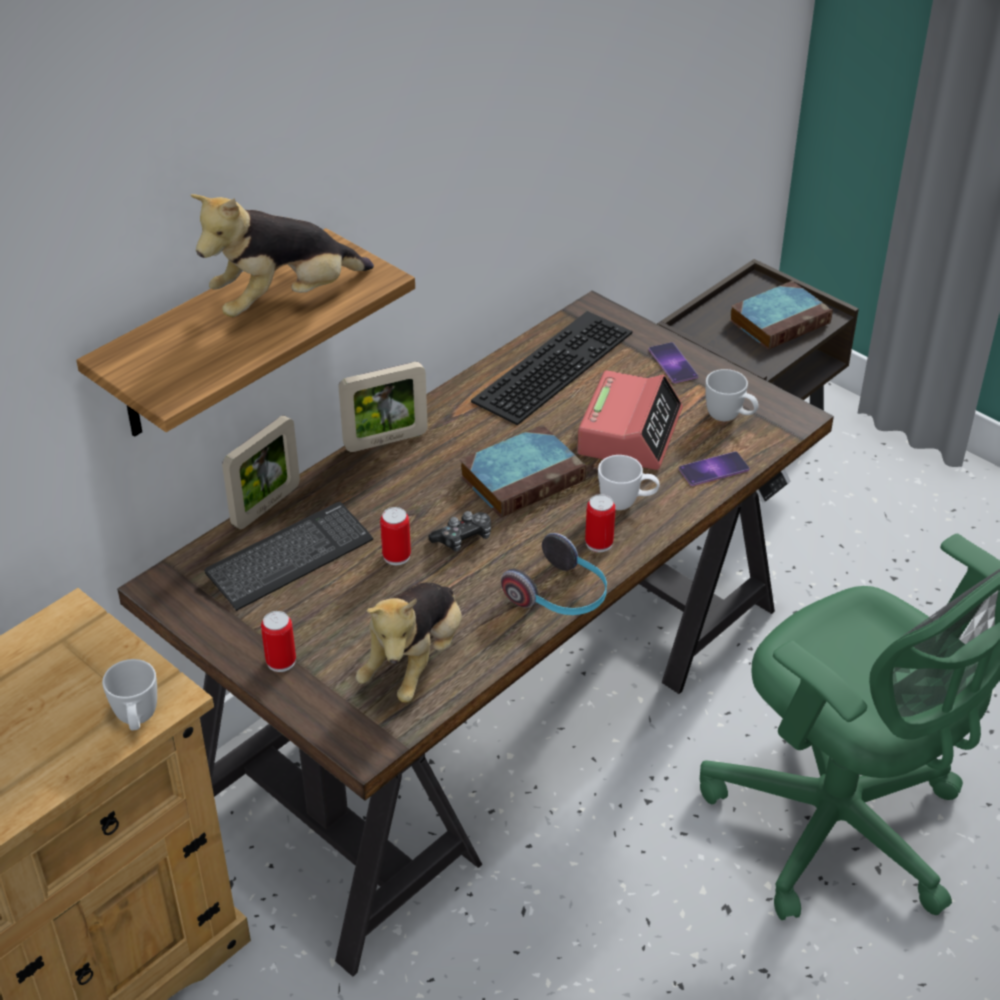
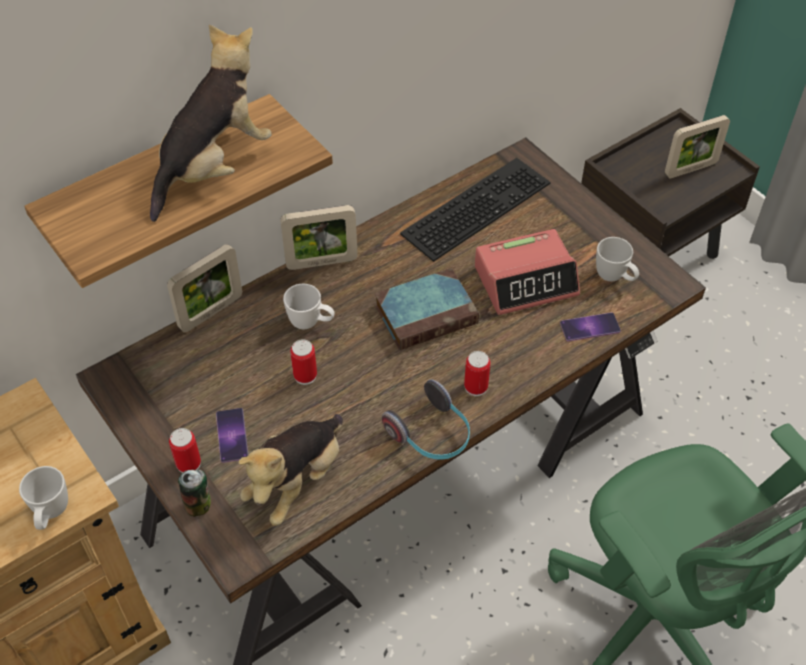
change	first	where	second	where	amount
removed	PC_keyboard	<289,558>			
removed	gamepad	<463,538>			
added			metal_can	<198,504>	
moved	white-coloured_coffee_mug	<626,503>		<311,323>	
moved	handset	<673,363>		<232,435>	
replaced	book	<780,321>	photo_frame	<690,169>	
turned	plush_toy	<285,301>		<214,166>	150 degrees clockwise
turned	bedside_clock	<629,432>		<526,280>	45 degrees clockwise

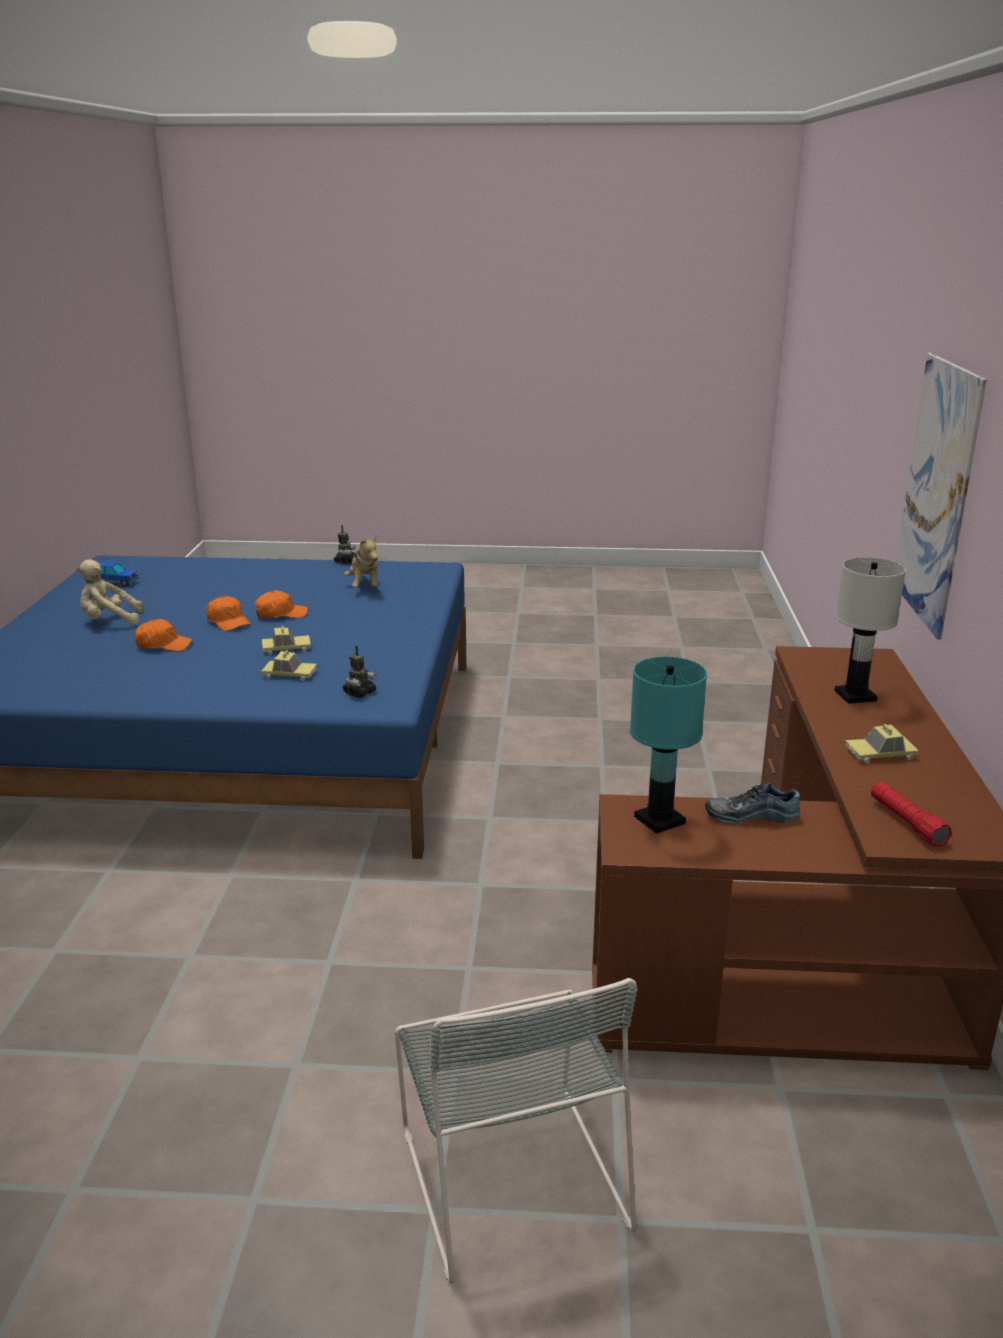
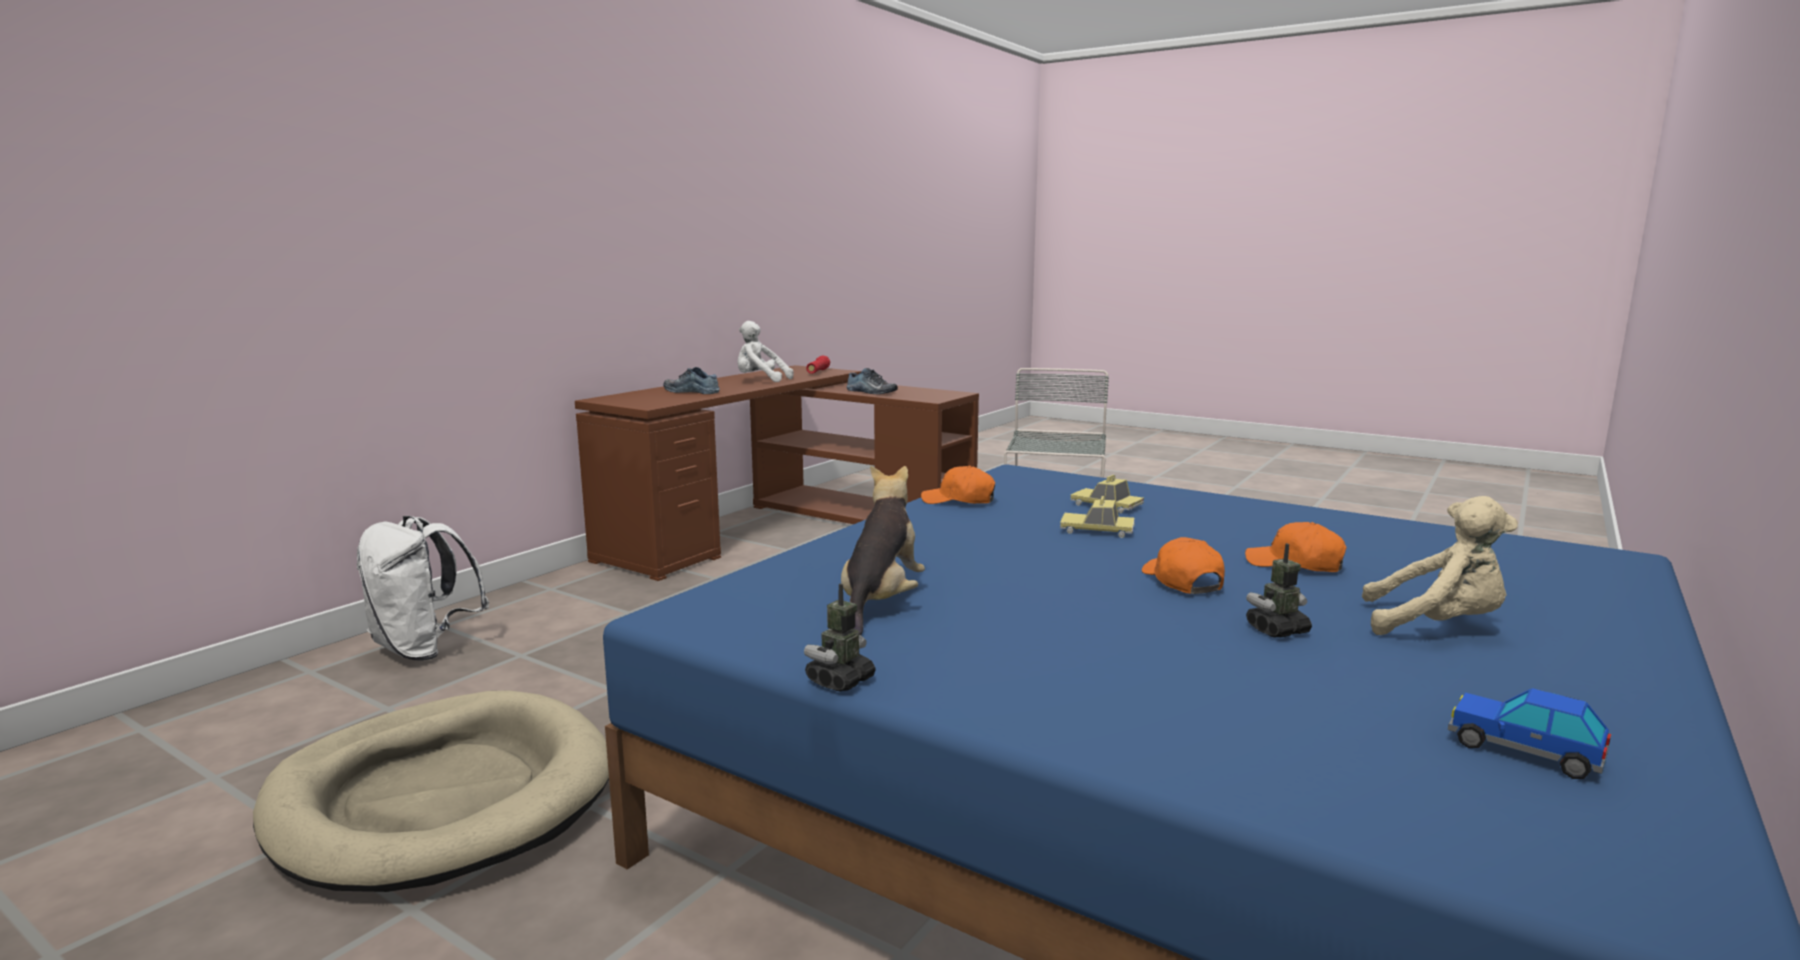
change	first	where	second	where	amount
removed	turquoise_table_lamp	<659,819>			
removed	wall_art	<936,492>			
added			beige-coloured_dog_bed	<442,798>	
added			white-coloured_backpack	<424,649>	
moved	orange-coloured_baseball_cap	<281,614>		<959,500>	
moved	robot_figure	<359,693>		<1277,630>	
replaced	white-coloured_table_lamp	<854,696>	item_of_footwear	<692,391>	
replaced	model_car	<880,754>	white-coloured_plush_toy	<760,381>	

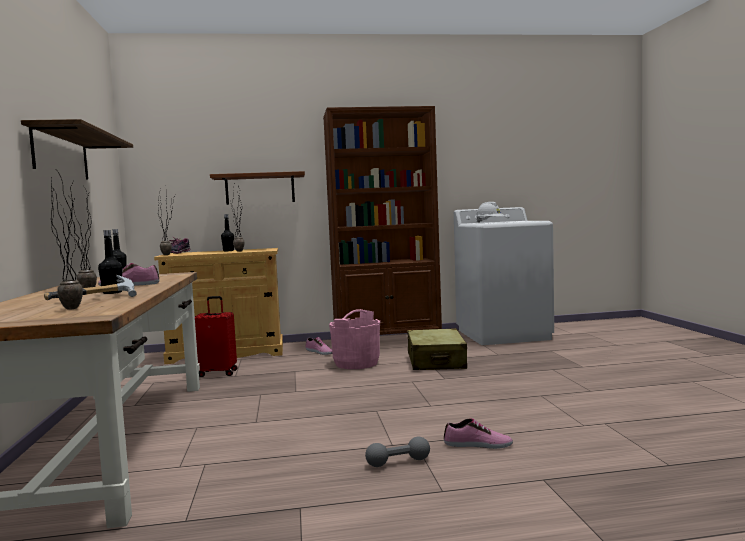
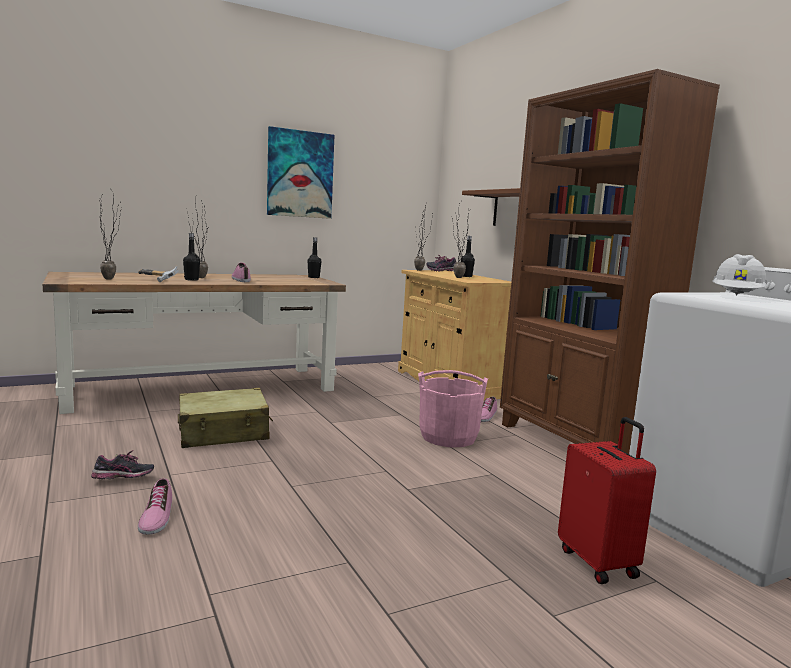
change	first	where	second	where	amount
moved	red_piece_of_luggage	<217,373>		<599,562>	
moved	beige-coloured_piece_of_luggage	<436,361>		<224,432>	
replaced	wall_shelf	<61,154>	wall_art	<300,174>	
replaced	grey_dumbbell	<398,462>	item_of_footwear	<123,480>	

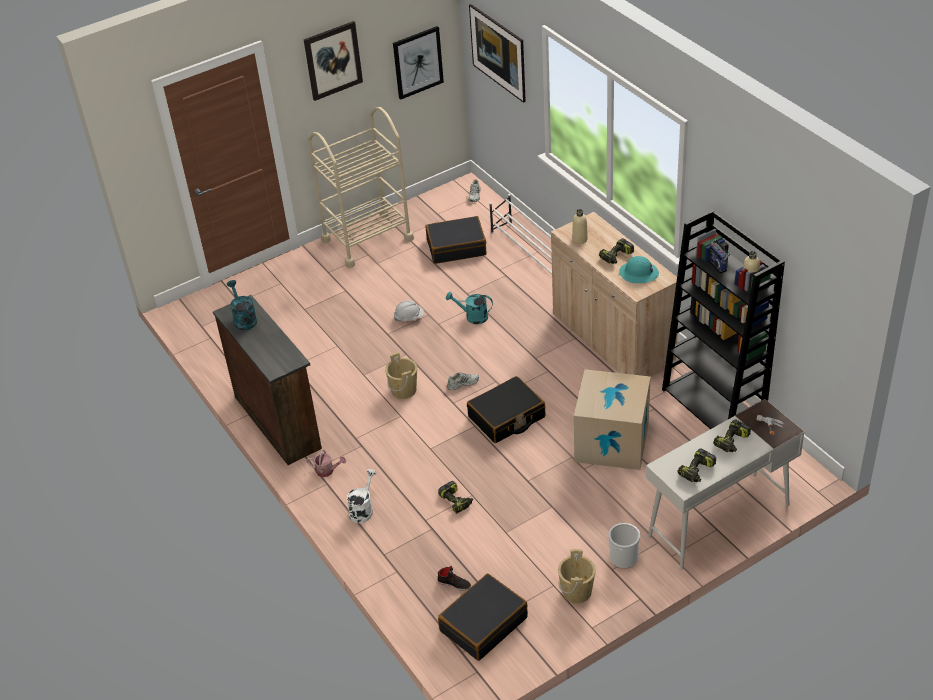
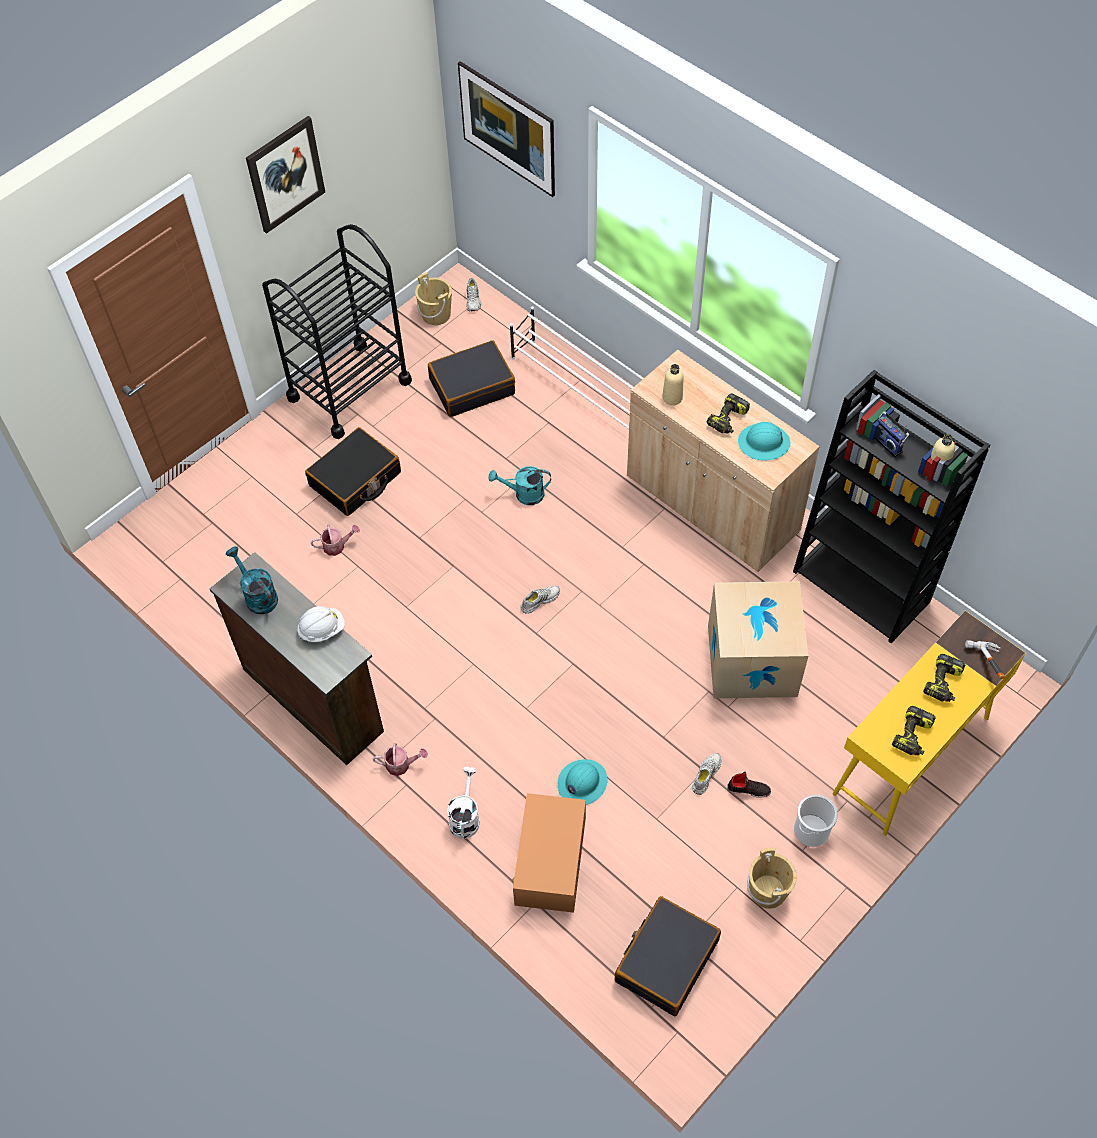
change	first	where	second	where	amount
removed	wall_art	<417,62>			
added			watering_pot	<337,546>	
added			packing_box	<550,861>	
added			white-coloured_item_of_footwear	<705,774>	
moved	beige-coloured_bucket	<404,390>		<436,314>	
moved	white-coloured_work_helmet	<409,317>		<322,629>	
moved	black-coloured_item_of_footwear	<454,583>		<748,789>	
moved	black-coloured_piece_of_luggage	<506,417>		<355,480>	
replaced	electric_drill	<456,501>	turquoise_work_helmet	<582,783>	
recoloured	beige-coloured_cart	<367,239>	black-coloured_cart	<349,389>	
recoloured	white-coloured_desk_unit	<718,521>	yellowish_desk_unit	<911,756>	

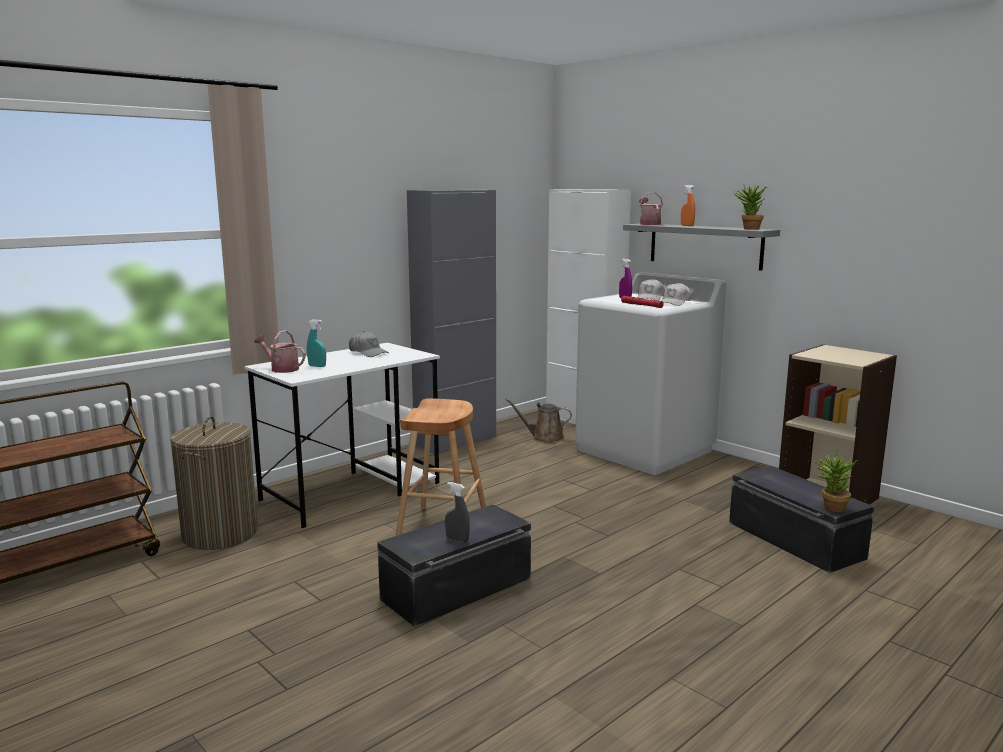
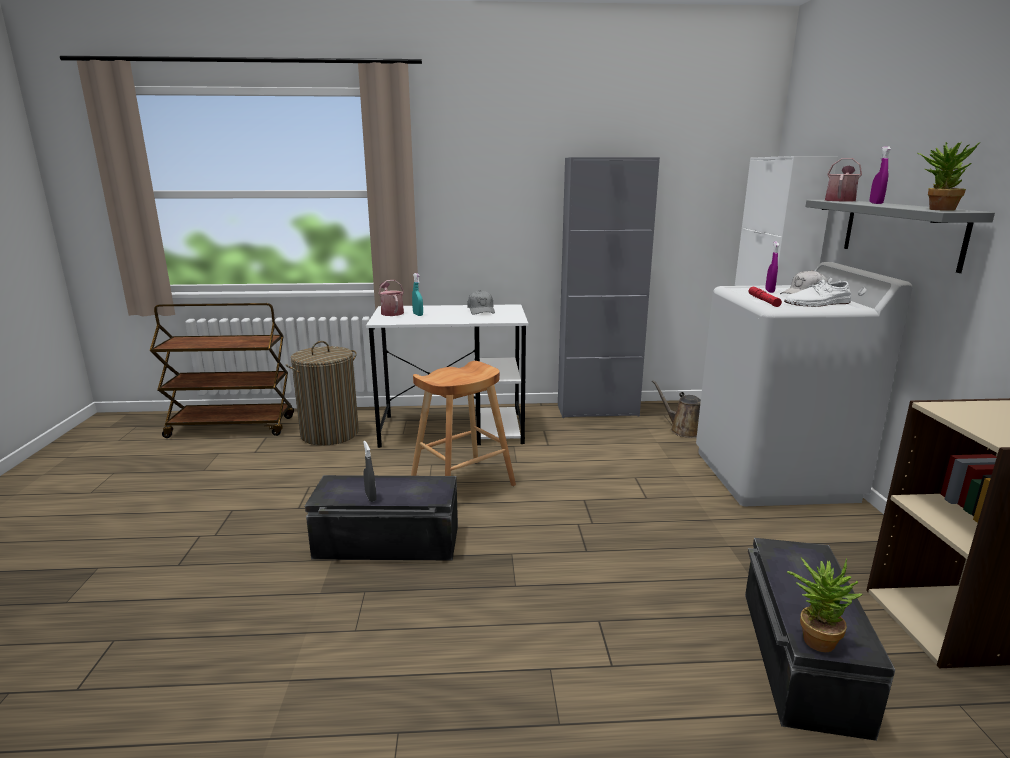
change	first	where	second	where	amount
replaced	white-coloured_baseball_cap	<674,303>	white-coloured_item_of_footwear	<817,304>	
recoloured	orange-coloured_spray_bottle	<687,226>	purplish_spray_bottle	<875,203>	

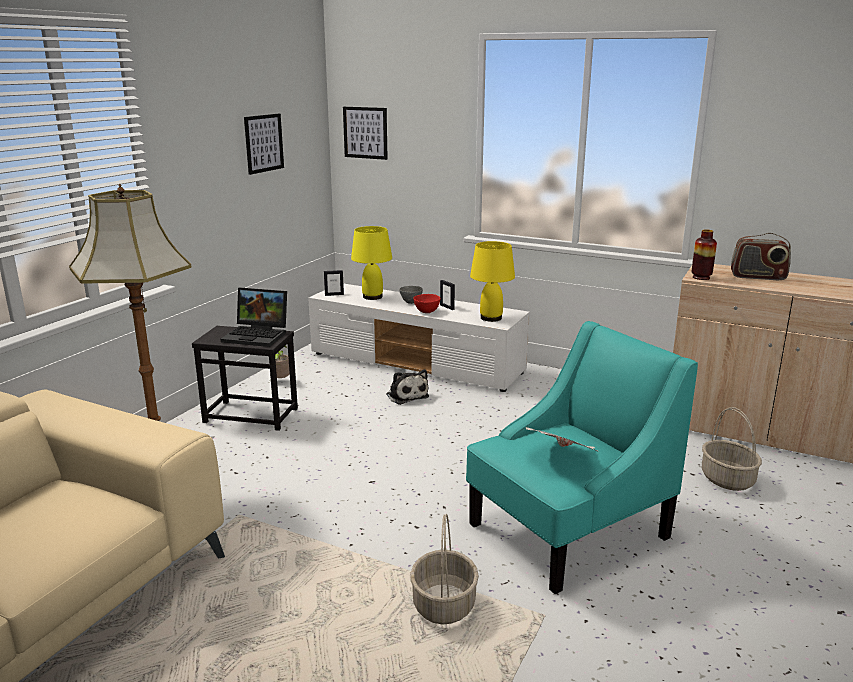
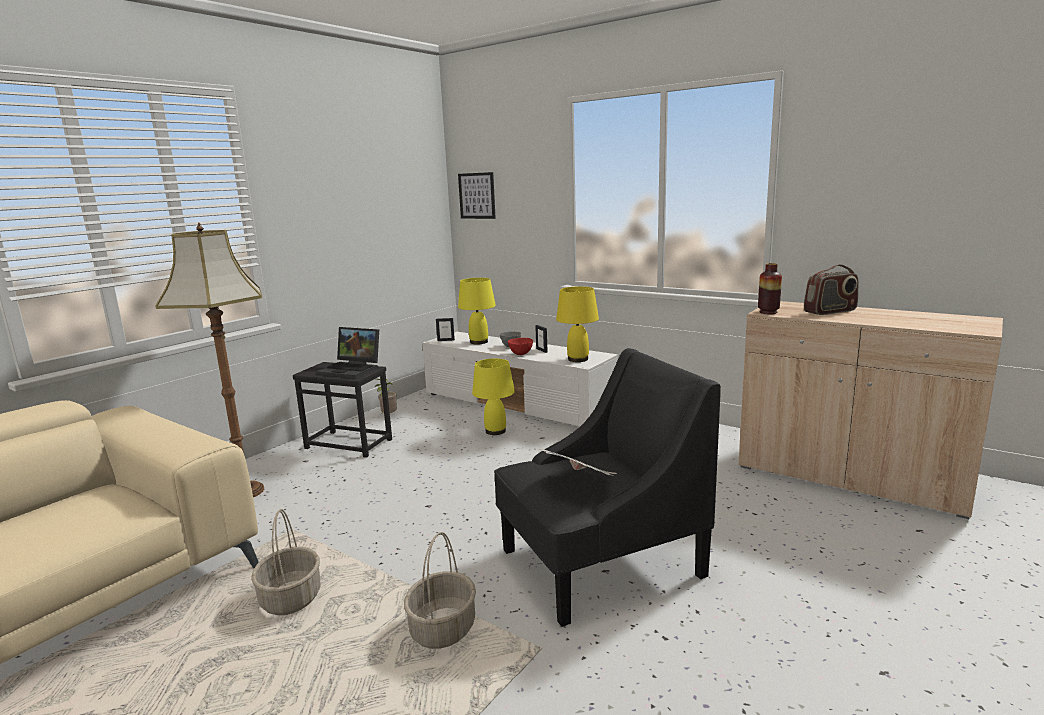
change	first	where	second	where	amount
removed	wall_art	<264,143>			
moved	household_basket	<728,479>		<291,598>	
replaced	plush_toy	<406,395>	yellowish_table_lamp	<495,431>	
recoloured	turquoise_lounge_chair	<568,531>	black-coloured_lounge_chair	<601,563>	
turned	radio	<758,277>		<830,311>	45 degrees counterclockwise

